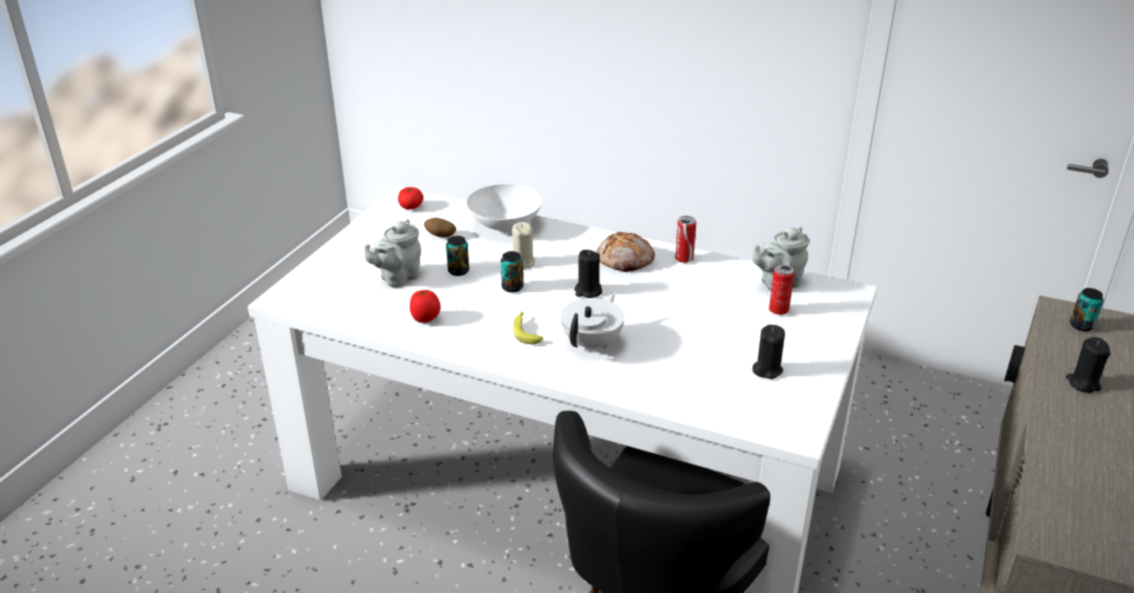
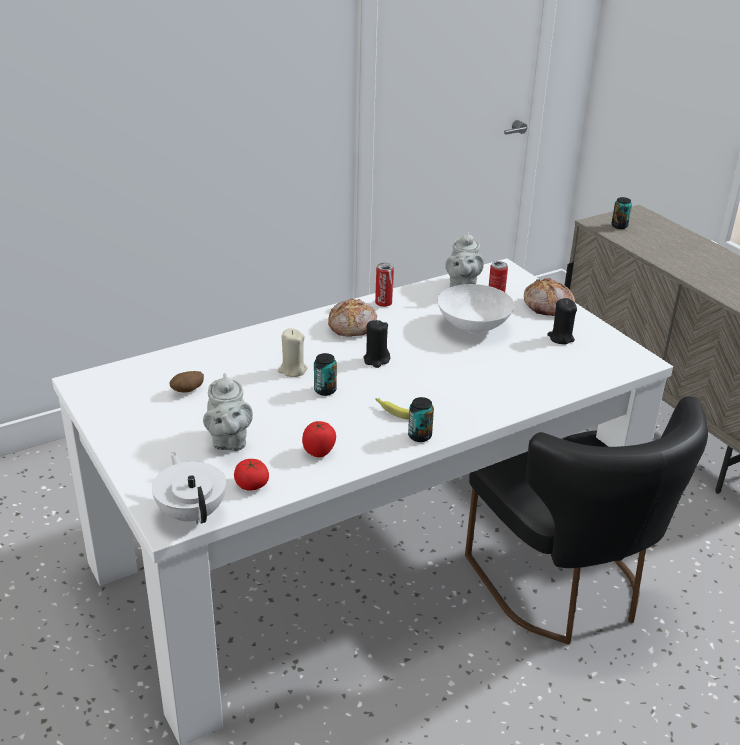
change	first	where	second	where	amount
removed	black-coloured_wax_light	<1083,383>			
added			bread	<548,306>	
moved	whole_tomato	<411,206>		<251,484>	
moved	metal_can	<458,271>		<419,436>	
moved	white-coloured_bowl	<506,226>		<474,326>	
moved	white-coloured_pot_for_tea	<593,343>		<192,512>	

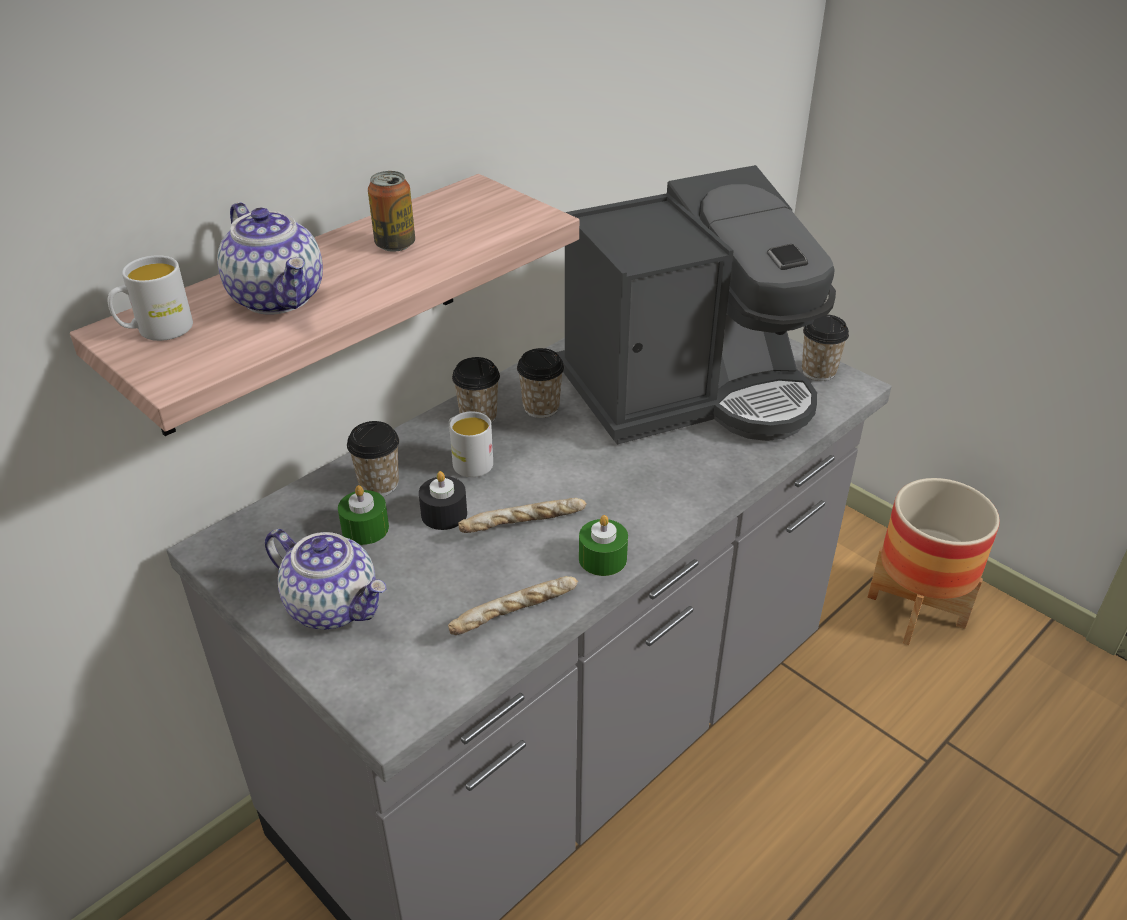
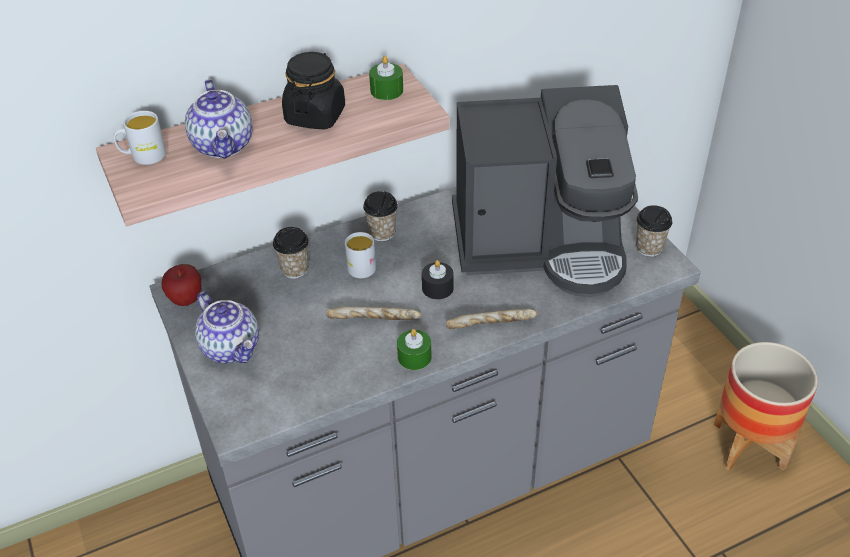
change	first	where	second	where	amount
removed	cup	<541,407>			
added			apple	<186,300>	
moved	greenish_wax_light	<365,528>		<386,90>	
moved	black-coloured_wax_light	<444,514>		<437,288>	
moved	bread	<515,616>		<491,326>	
replaced	metal_can	<395,244>	black-coloured_preserve_jar	<315,116>	

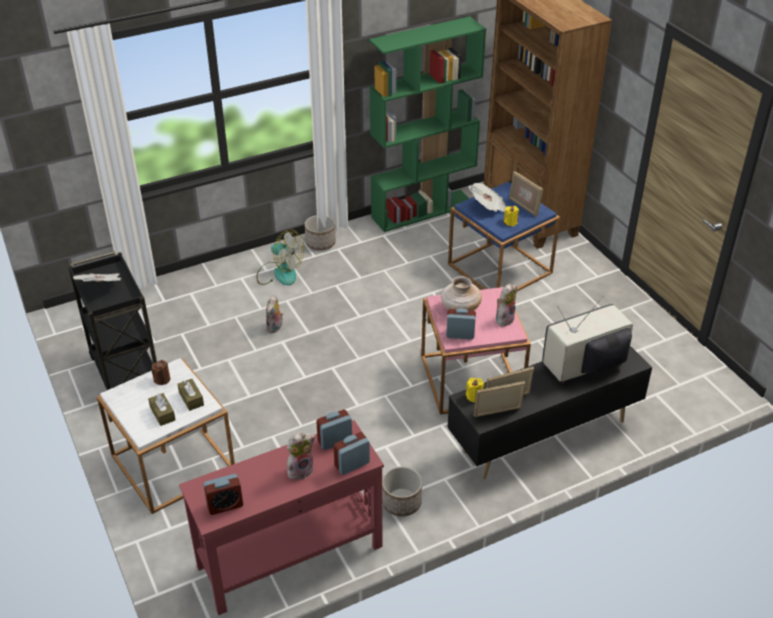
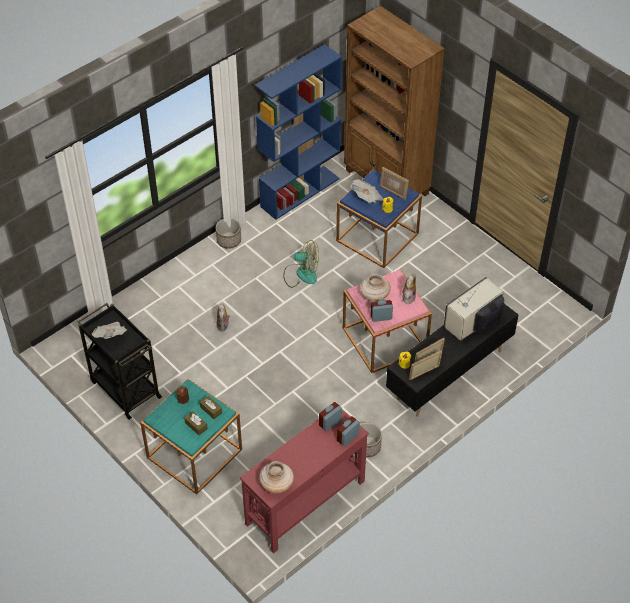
change	first	where	second	where	amount
removed	plush_toy	<300,469>			
moved	cooling_fan	<279,273>		<301,274>	
replaced	bedside_clock	<225,505>	beige-coloured_flower_vase	<276,485>	
recoloured	white-coloured_end_table	<173,463>	turquoise_end_table	<194,453>	
recoloured	greenish_bookshelf	<423,210>	blue-coloured_bookshelf	<300,192>	

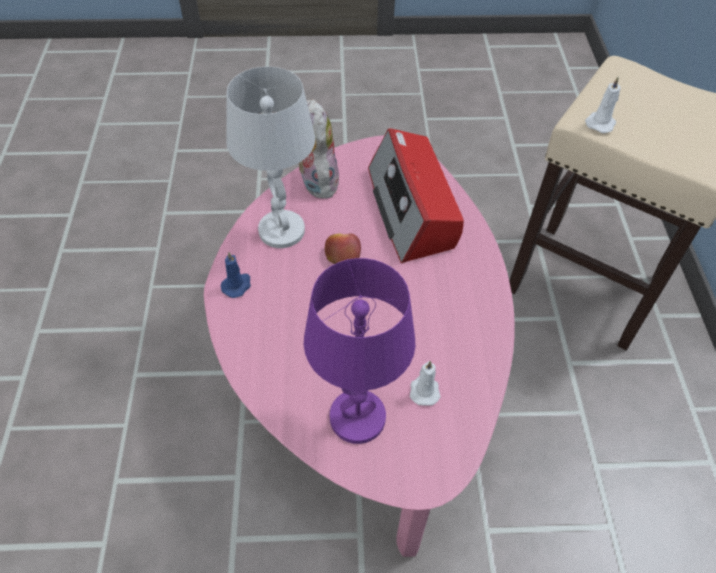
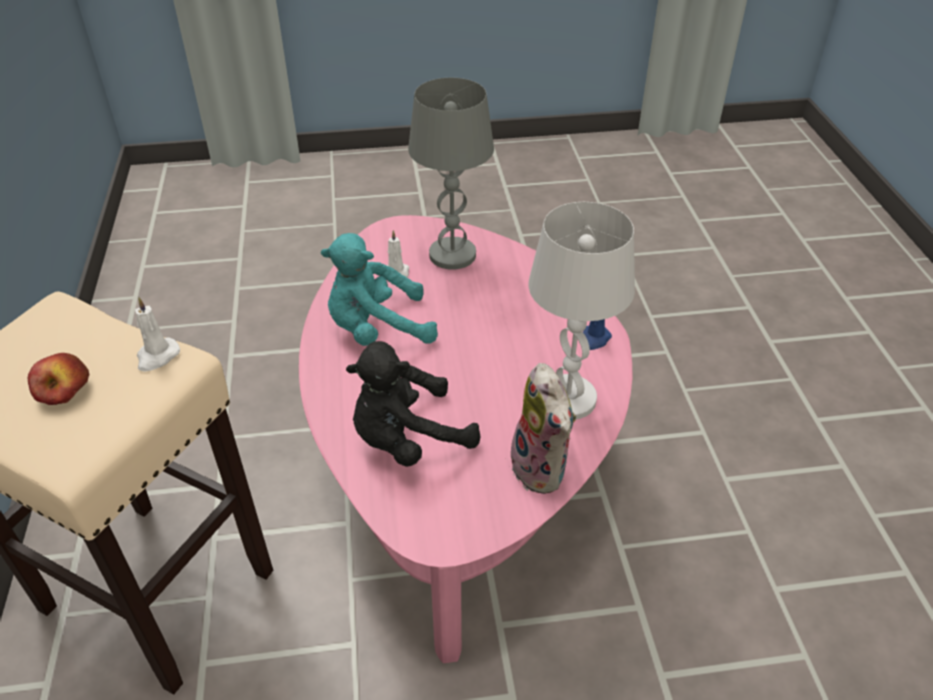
change	first	where	second	where	amount
added			turquoise_plush_toy	<377,330>	
moved	apple	<342,255>		<64,389>	
replaced	radio	<412,209>	black-coloured_plush_toy	<408,439>	
recoloured	purplish_table_lamp	<358,417>	grey_table_lamp	<452,255>	

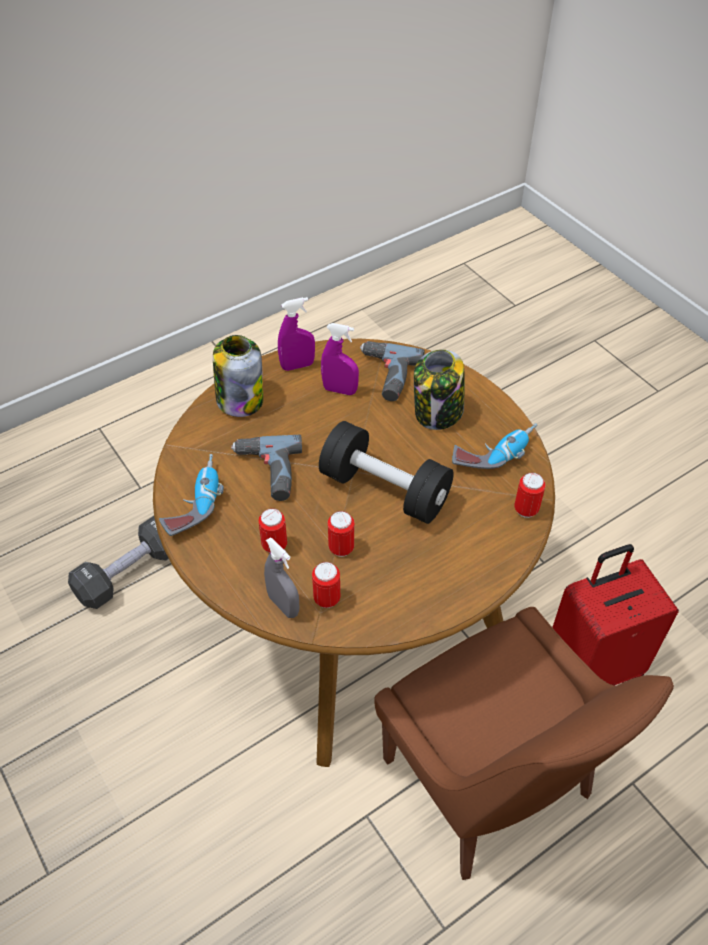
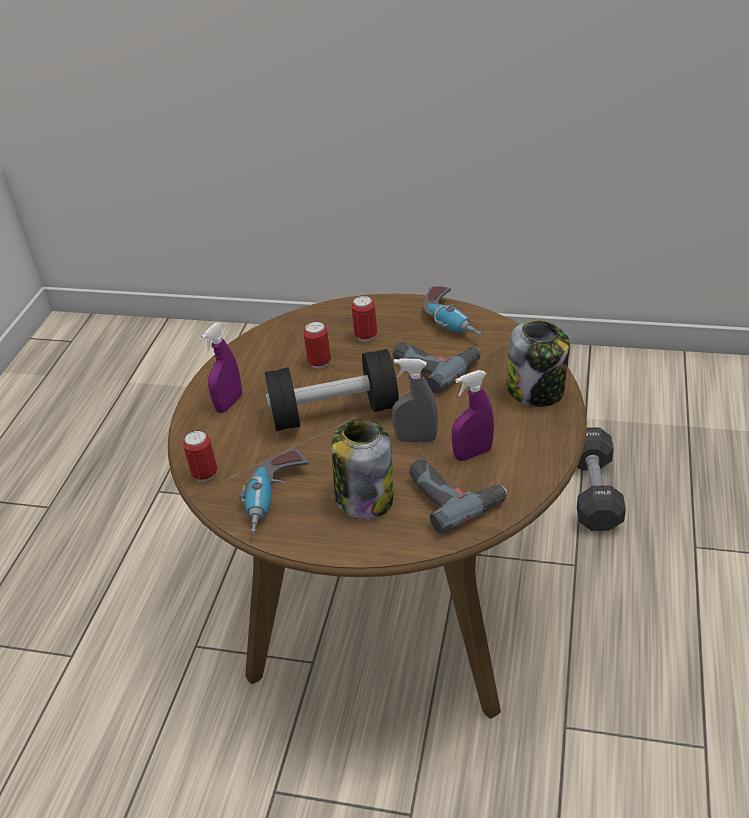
change	first	where	second	where	amount
removed	metal_can	<327,599>			
removed	brown_plain_chair	<491,784>			
removed	red_piece_of_luggage	<592,666>			
moved	grey_spray_bottle	<283,605>		<416,439>	
moved	purplish_spray_bottle	<297,365>		<229,403>	

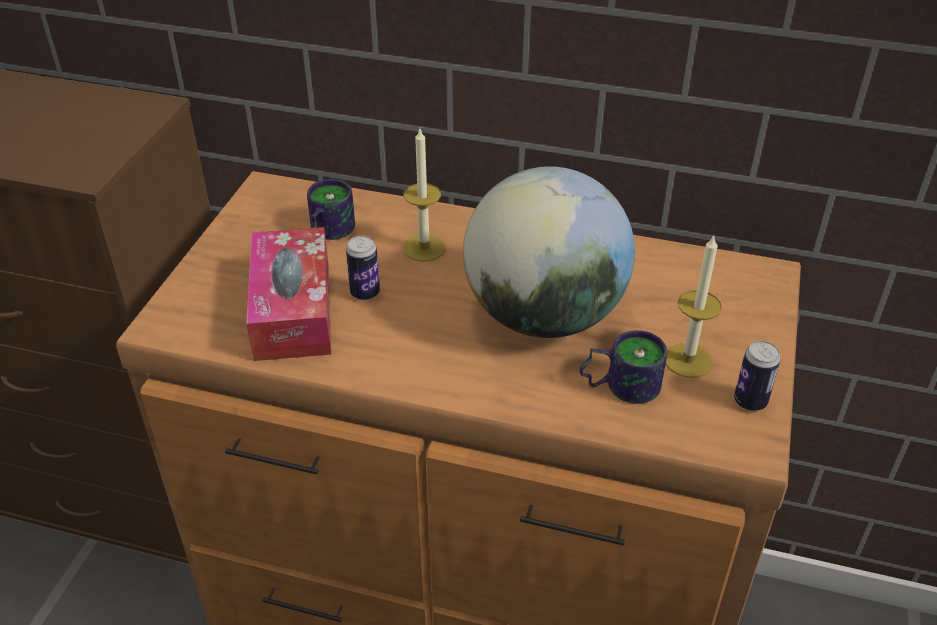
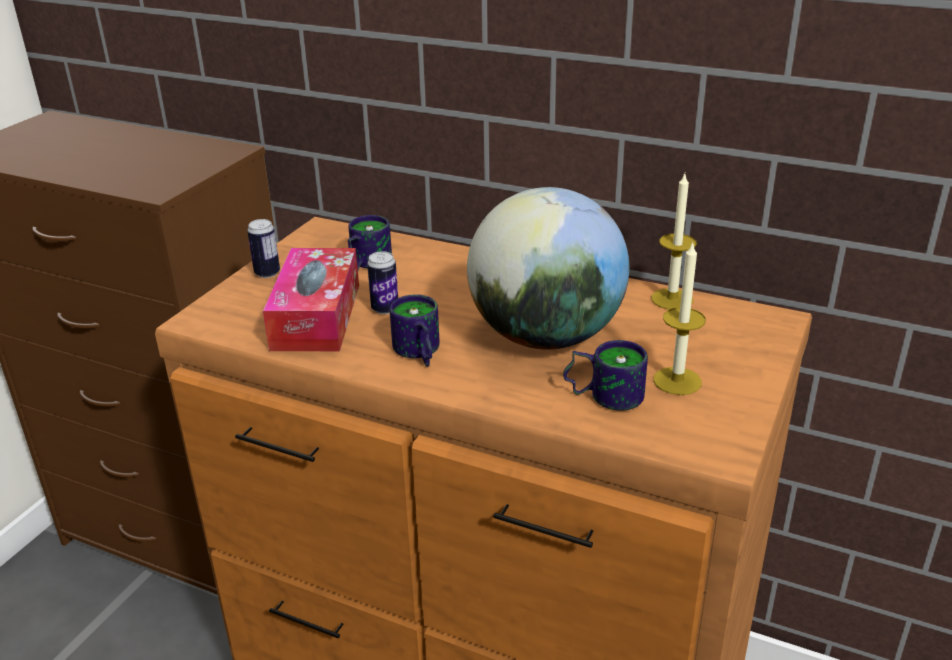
change	first	where	second	where	amount
added			coffee_mug	<417,353>	
moved	wax_light	<424,248>		<672,299>	
moved	metal_can	<750,402>		<267,273>	

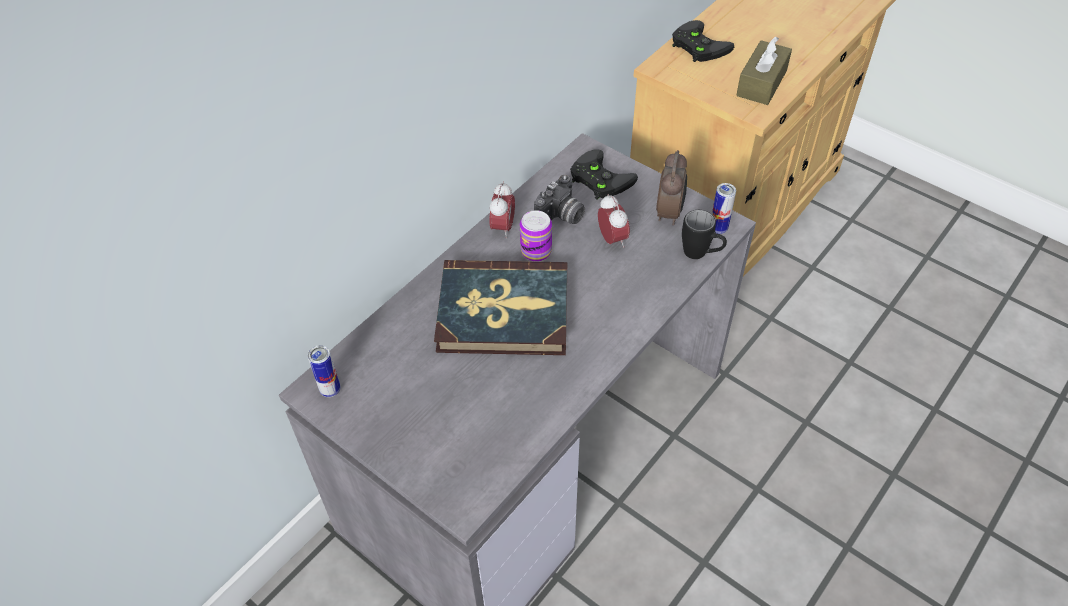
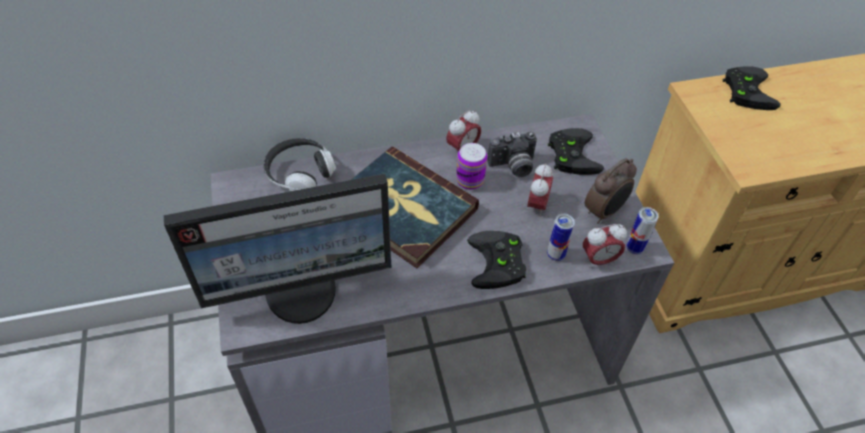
change	first	where	second	where	amount
removed	brown_tissue_box	<761,83>			
added			monitor	<302,291>	
added			pair_of_headphones	<300,174>	
added			black-coloured_gamepad	<499,264>	
moved	metal_can	<330,390>		<555,255>	
replaced	black-coloured_coffee_mug	<701,255>	bedside_clock	<599,260>	

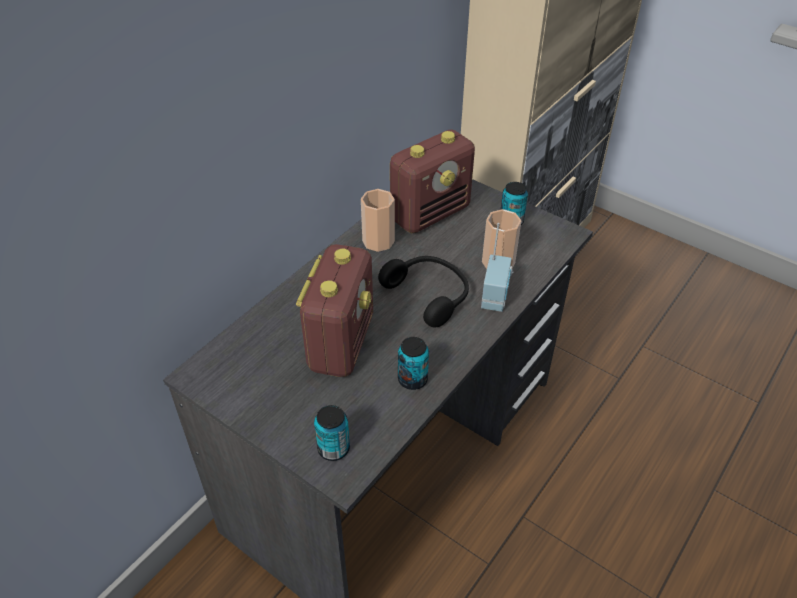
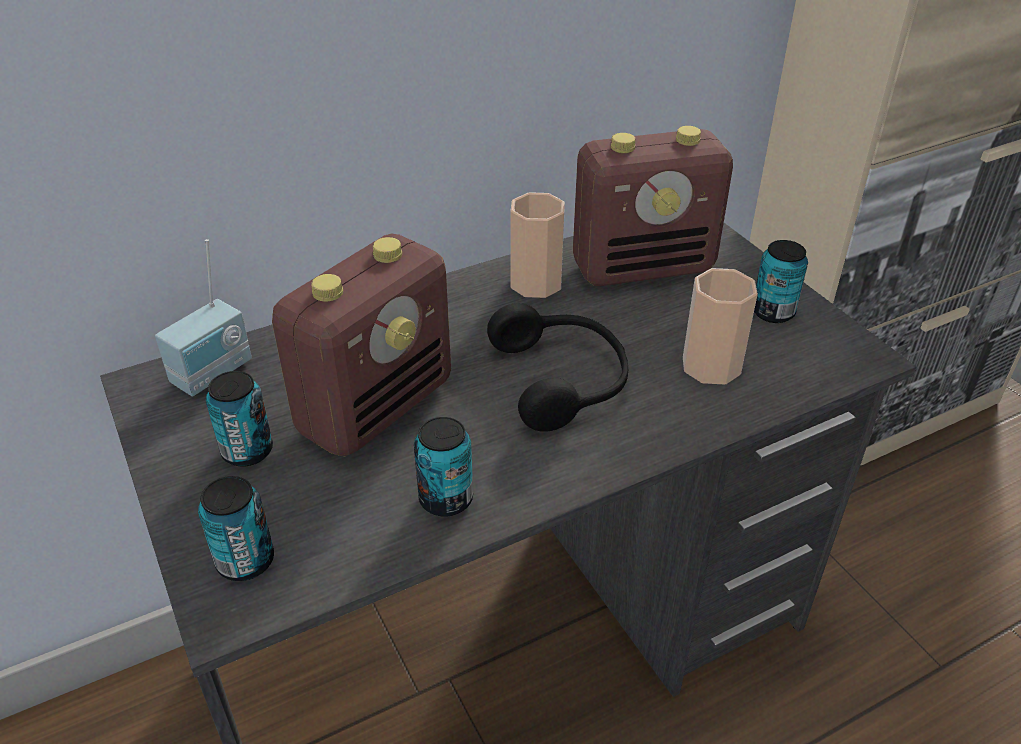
change	first	where	second	where	amount
added			metal_can	<247,451>	
moved	radio	<496,296>		<214,374>	

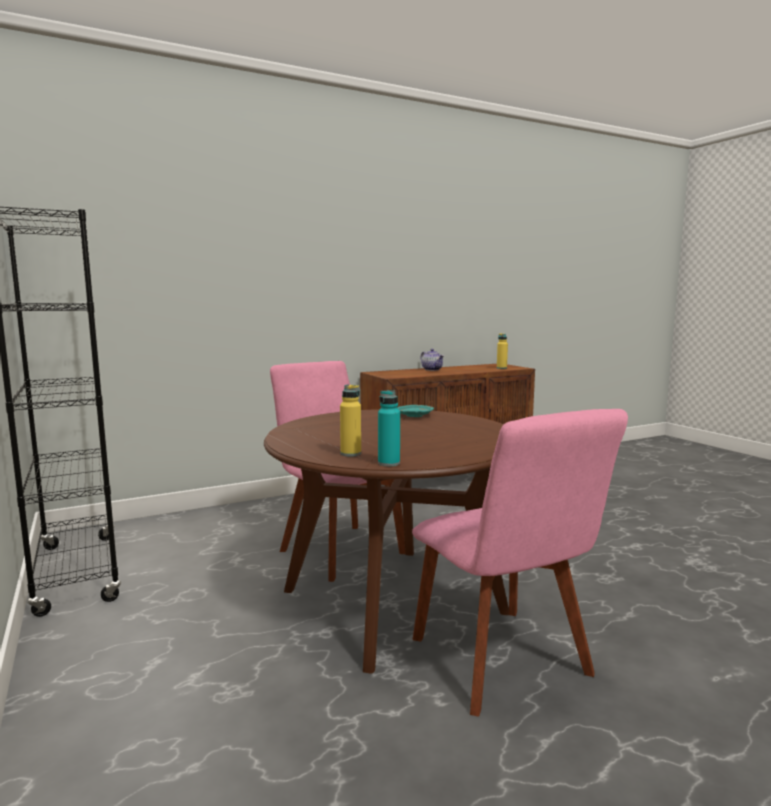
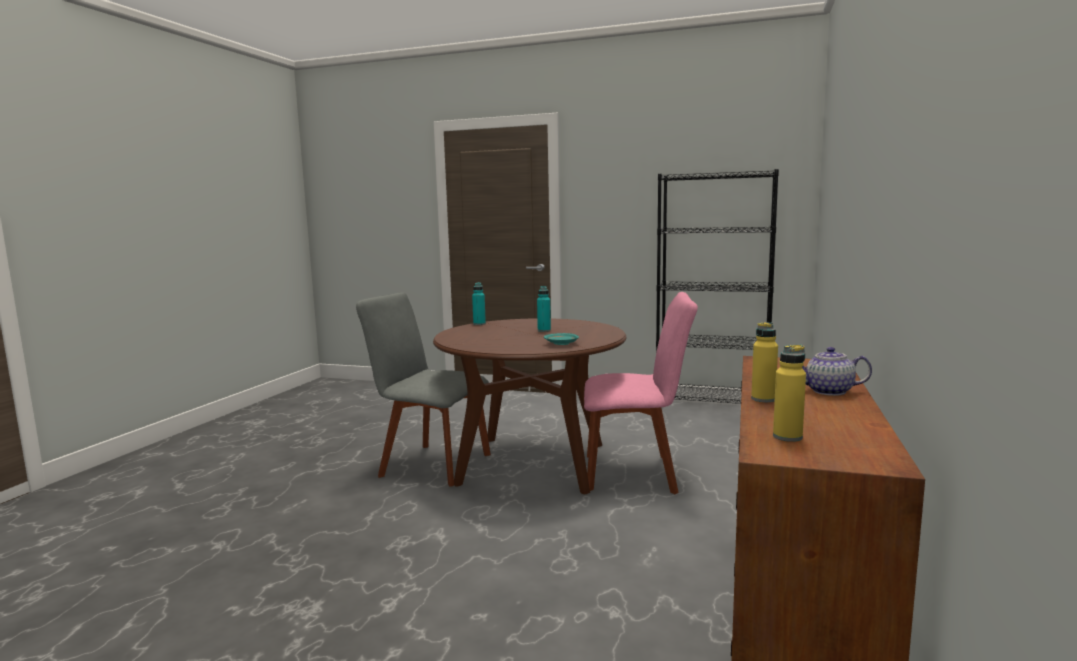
change	first	where	second	where	amount
added			turquoise_bottle	<544,330>	
moved	yellowish_bottle	<350,453>		<763,399>	
recoloured	pinkish_plain_chair	<504,662>	grey_plain_chair	<431,464>	

